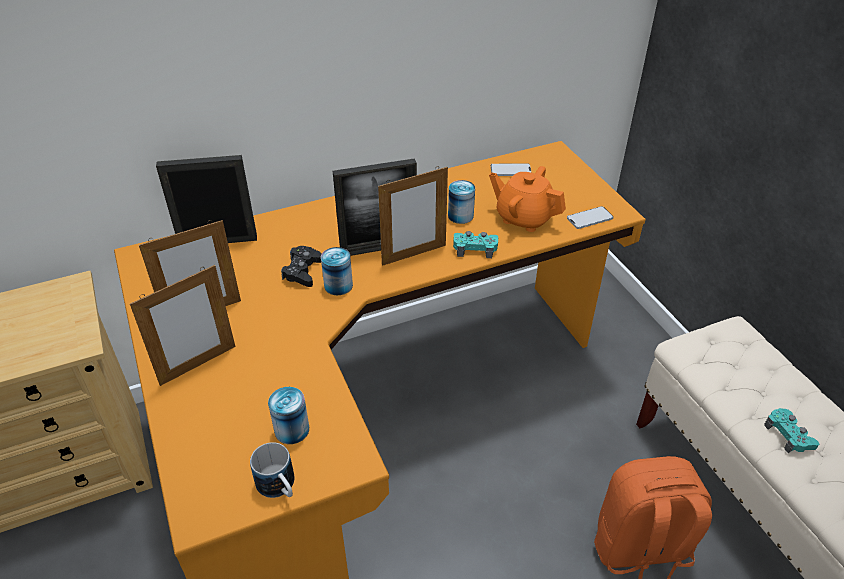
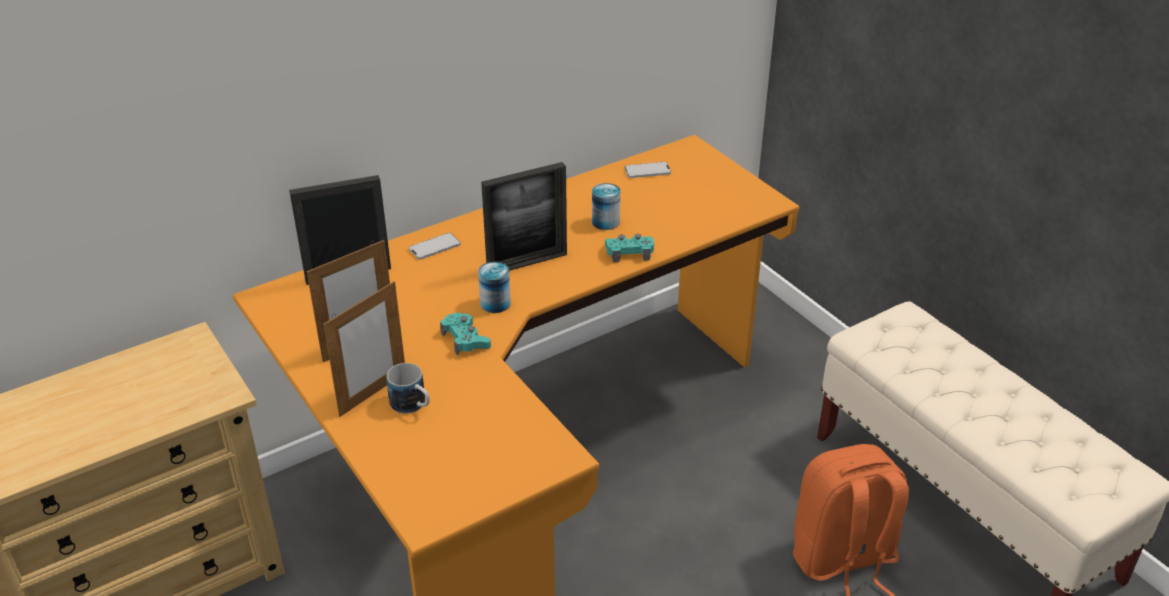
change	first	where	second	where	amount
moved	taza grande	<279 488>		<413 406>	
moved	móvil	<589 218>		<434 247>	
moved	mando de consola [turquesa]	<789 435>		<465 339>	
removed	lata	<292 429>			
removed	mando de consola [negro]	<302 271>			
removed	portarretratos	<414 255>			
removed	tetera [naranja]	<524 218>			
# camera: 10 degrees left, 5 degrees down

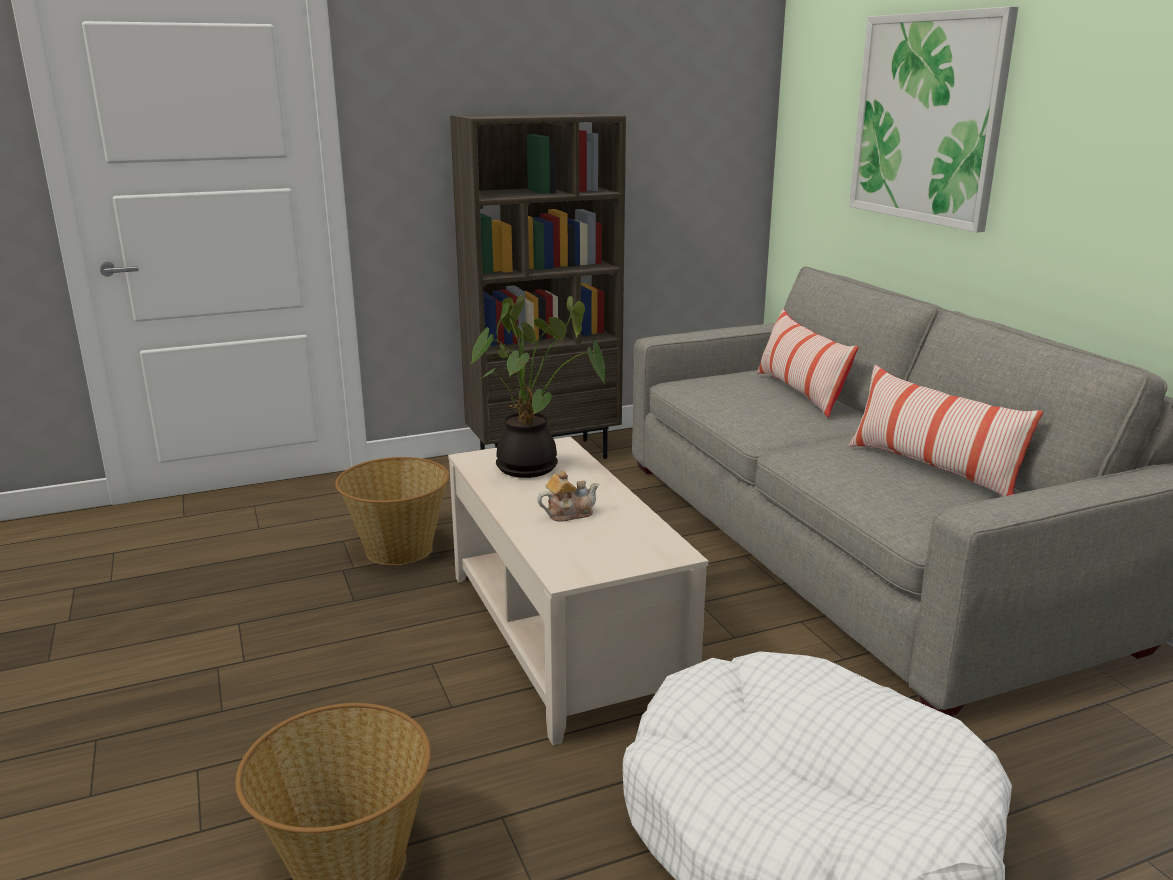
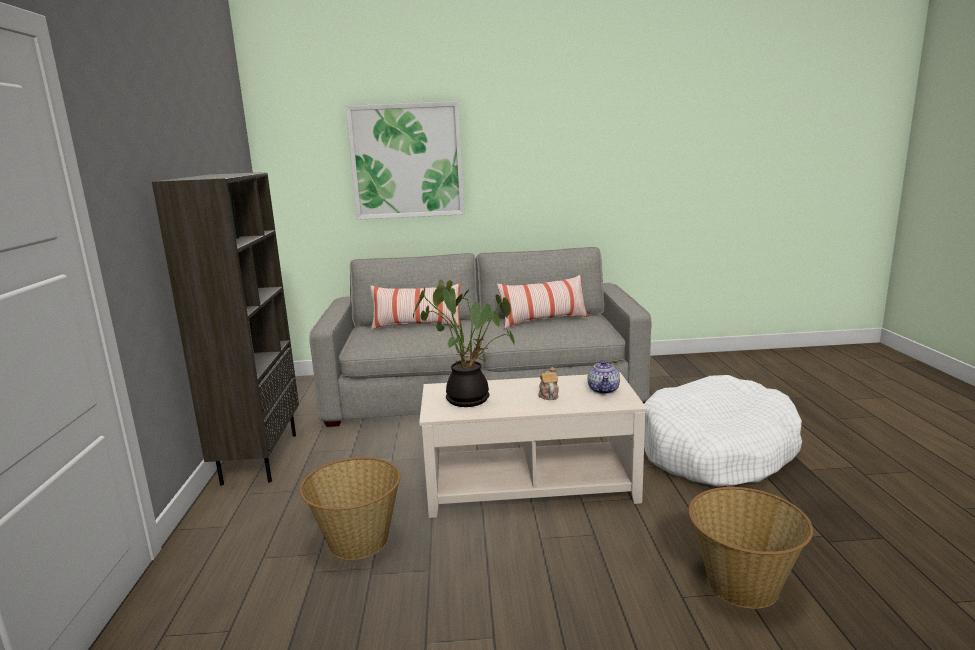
change	first	where	second	where	amount
added			tetera	<603 390>	
# camera: 70 degrees left, 5 degrees down

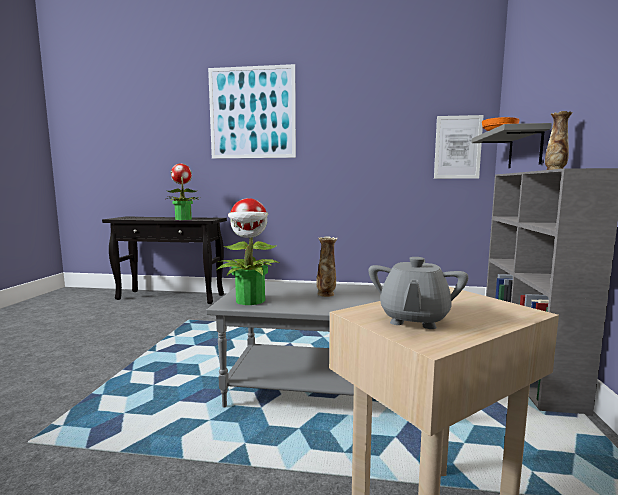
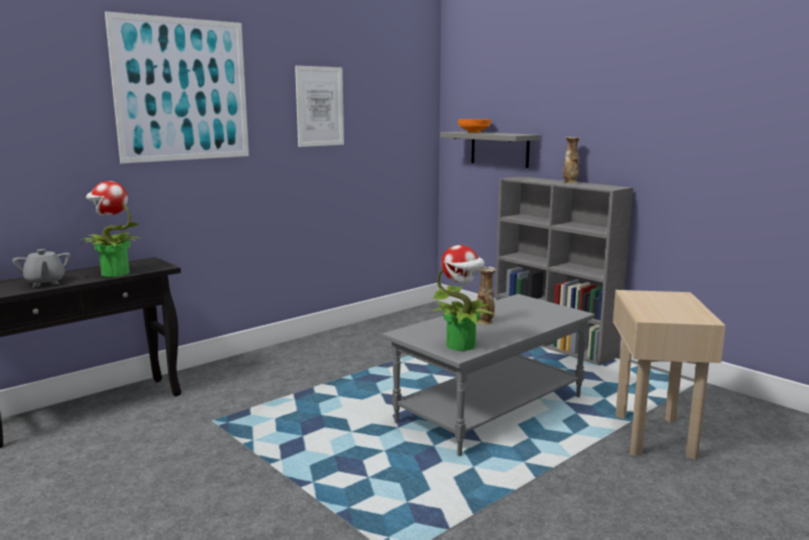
change	first	where	second	where	amount
moved	tetera [gris]	<413 319>		<45 283>	
moved	cuadro	<457 147>		<320 106>	
# camera: 50 degrees left, 5 degrees up

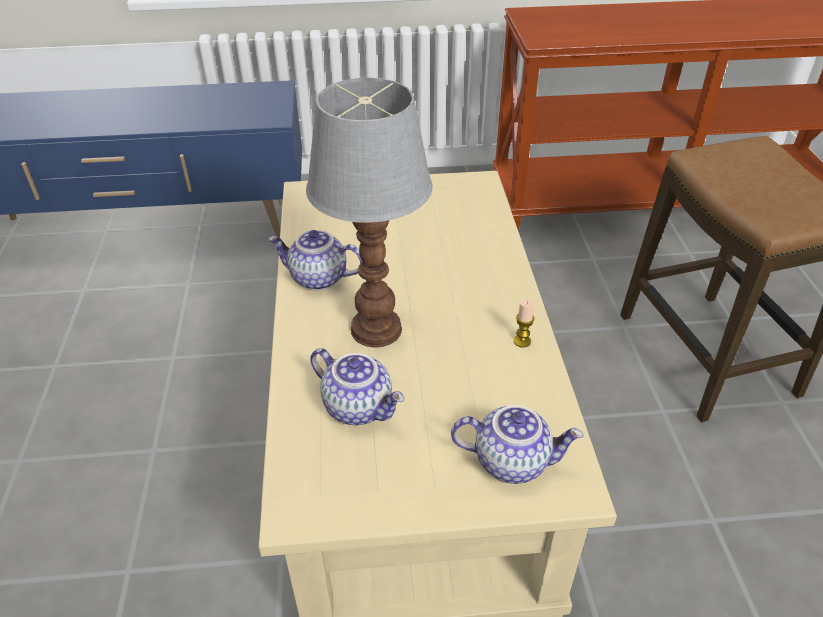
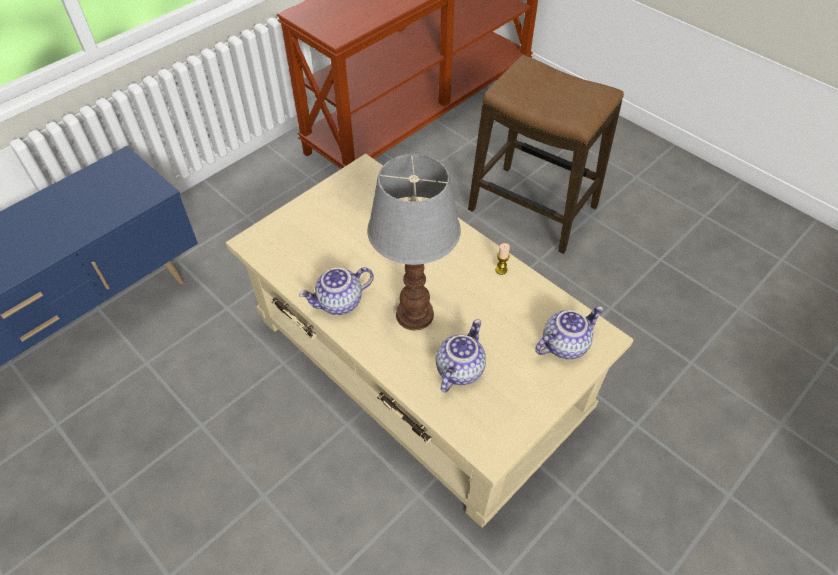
change	first	where	second	where	amount
turned	tetera	<359 406>		<458 369>	60 degrees counterclockwise
# camera: 40 degrees left, 10 degrees up

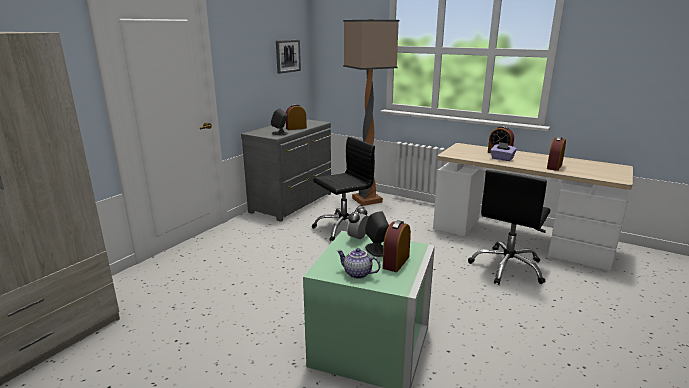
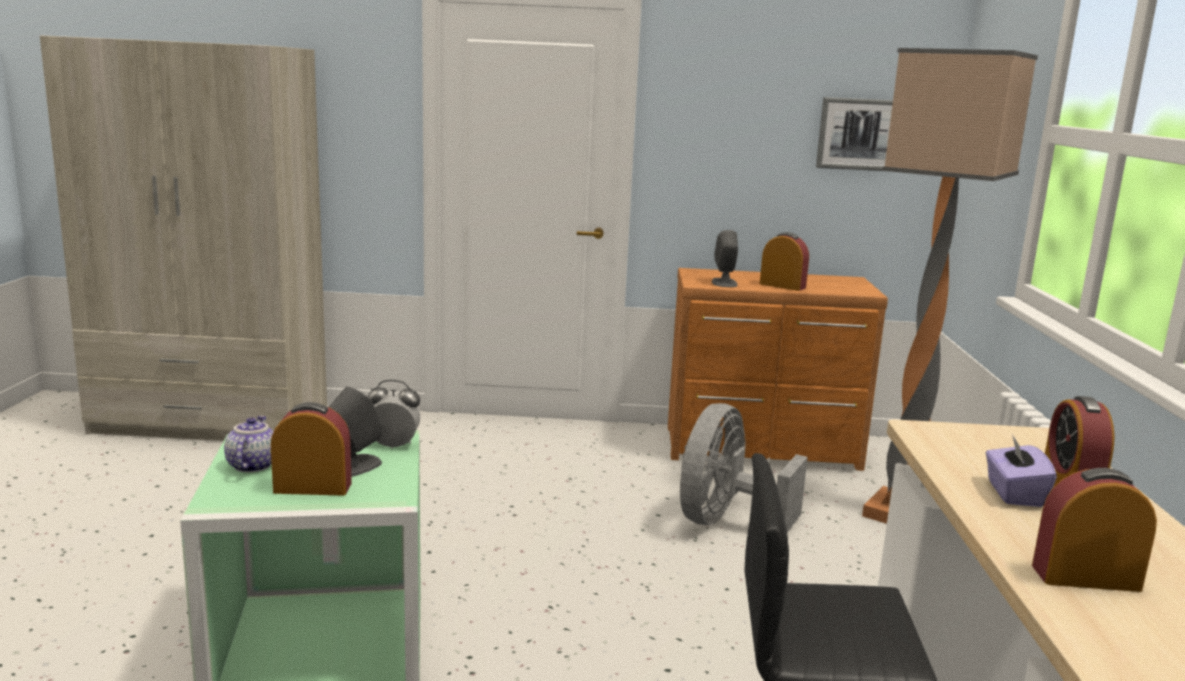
change	first	where	second	where	amount
recoloured	cómoda [gris]	<294 203>	cómoda [marrón]	<763 449>	
replaced	silla de oficina [negro]	<343 228>	ventilador [gris]	<725 521>	
# camera: 60 degrees right, 5 degrees down

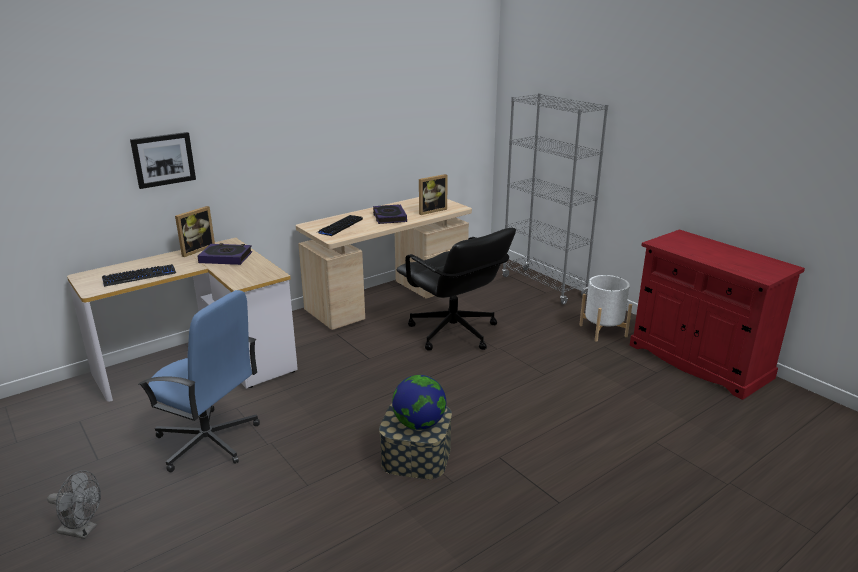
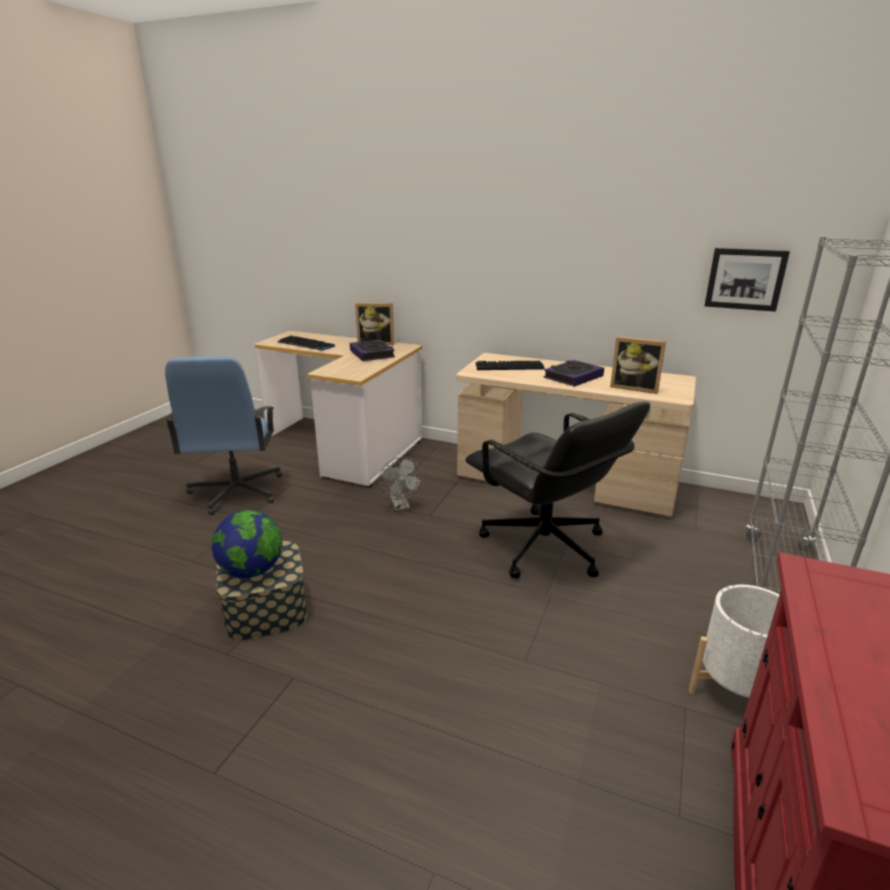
change	first	where	second	where	amount
moved	ventilador [gris]	<82 530>		<401 506>	
turned	silla de oficina [negro]	<453 333>		<544 548>	60 degrees counterclockwise
moved	cuadro	<163 159>		<745 279>	
# camera: 60 degrees right, 0 degrees up

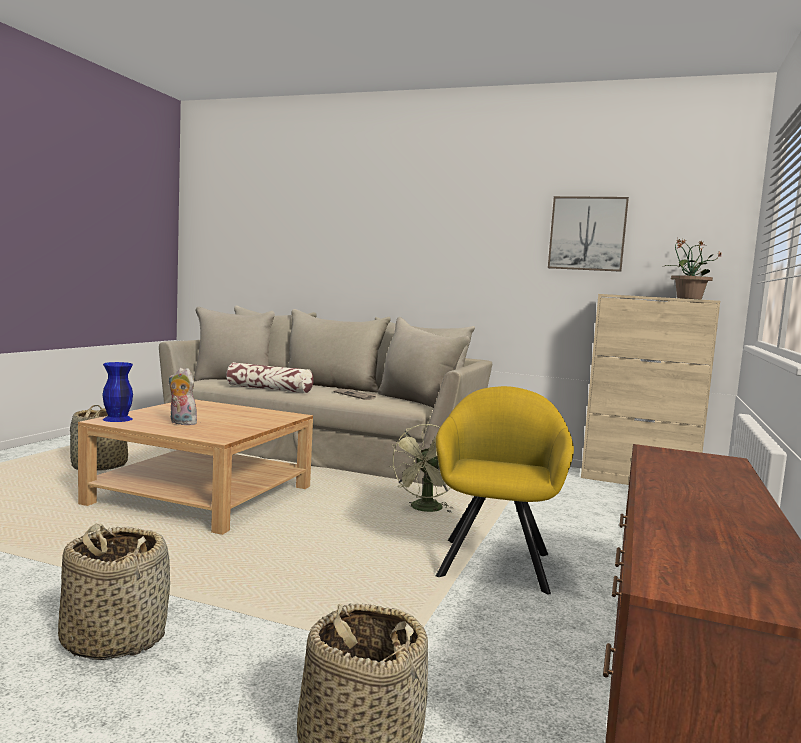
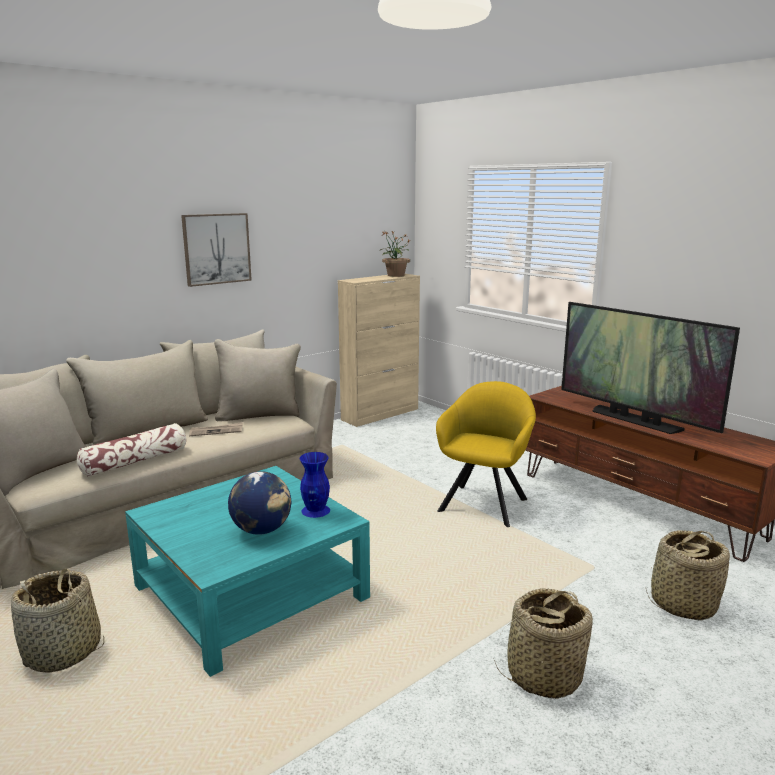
change	first	where	second	where	amount
recoloured	mesa de centro [beis]	<202 495>	mesa de centro [turquesa]	<250 592>	
moved	cuadro	<587 233>		<216 249>	
replaced	peluche	<181 423>	globo terráqueo	<262 530>	
moved	florero [azul]	<117 419>		<316 511>	
turned	sillón [amarillo]	<495 562>		<485 503>	75 degrees clockwise
added			televisor	<634 420>	
removed	ventilador [verde]	<425 510>			
# camera: 60 degrees left, 10 degrees up

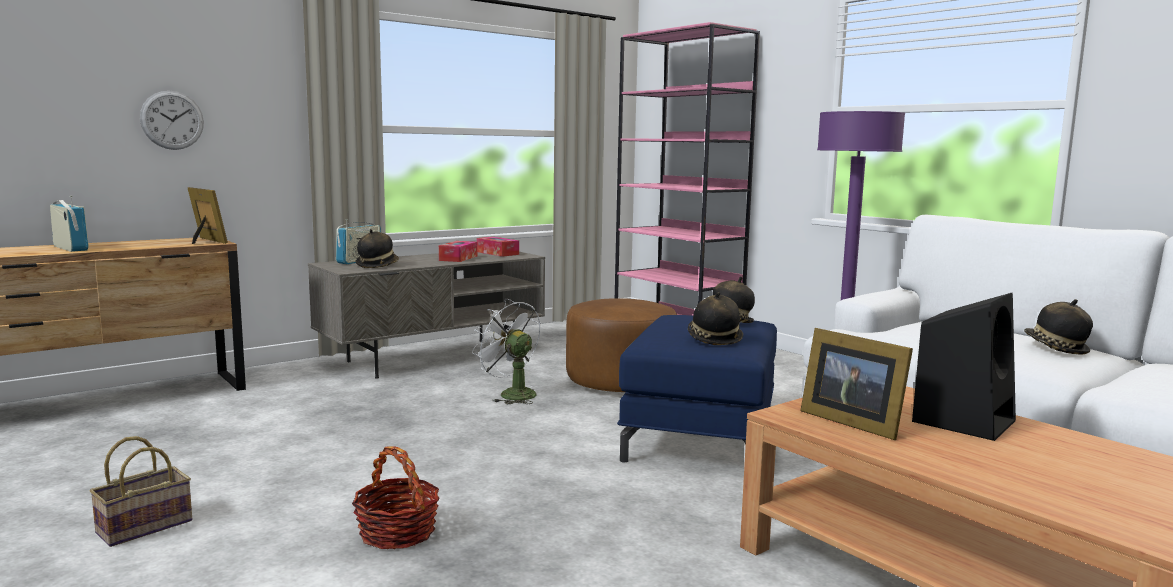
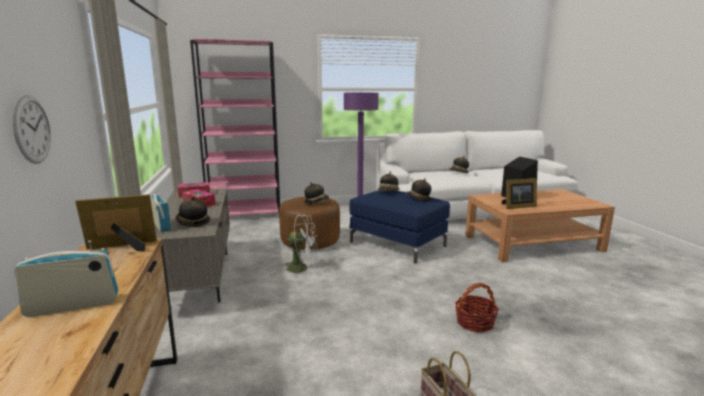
change	first	where	second	where	amount
turned	ventilador [blanco]	<511 394>		<302 268>	150 degrees counterclockwise
added			sombrero	<316 202>	
# camera: 65 degrees left, 5 degrees up

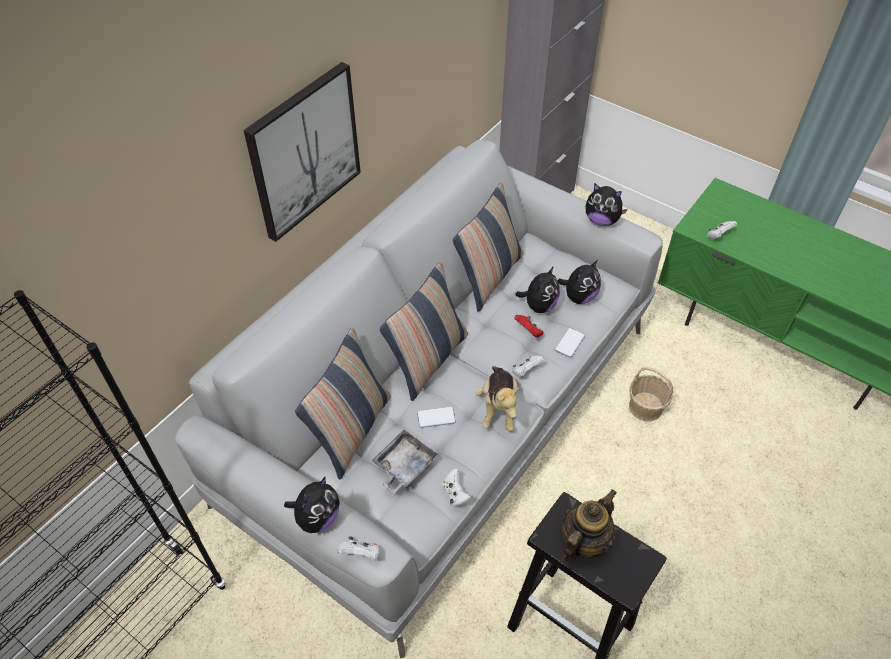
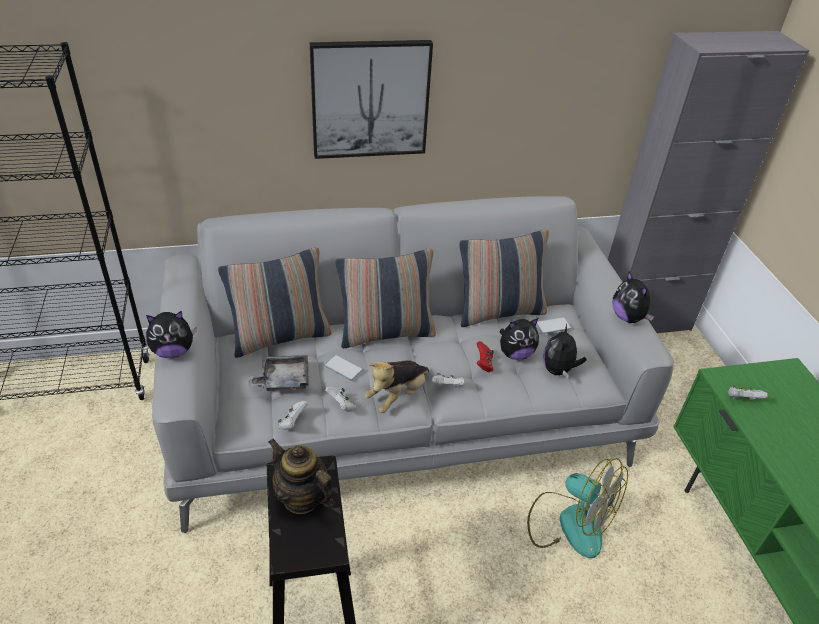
change	first	where	second	where	amount
turned	tetera	<583 541>		<302 497>	135 degrees counterclockwise
moved	mando de consola [blanco]	<361 554>		<341 406>	
replaced	cesta	<645 407>	ventilador	<569 522>	
moved	móvil	<569 343>		<553 326>	
turned	peluche	<579 297>		<558 370>	105 degrees clockwise
# camera: 40 degrees right, 10 degrees down

